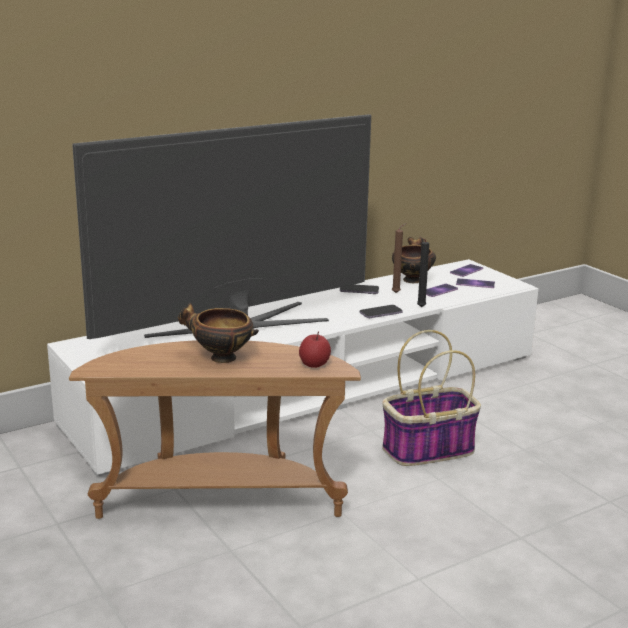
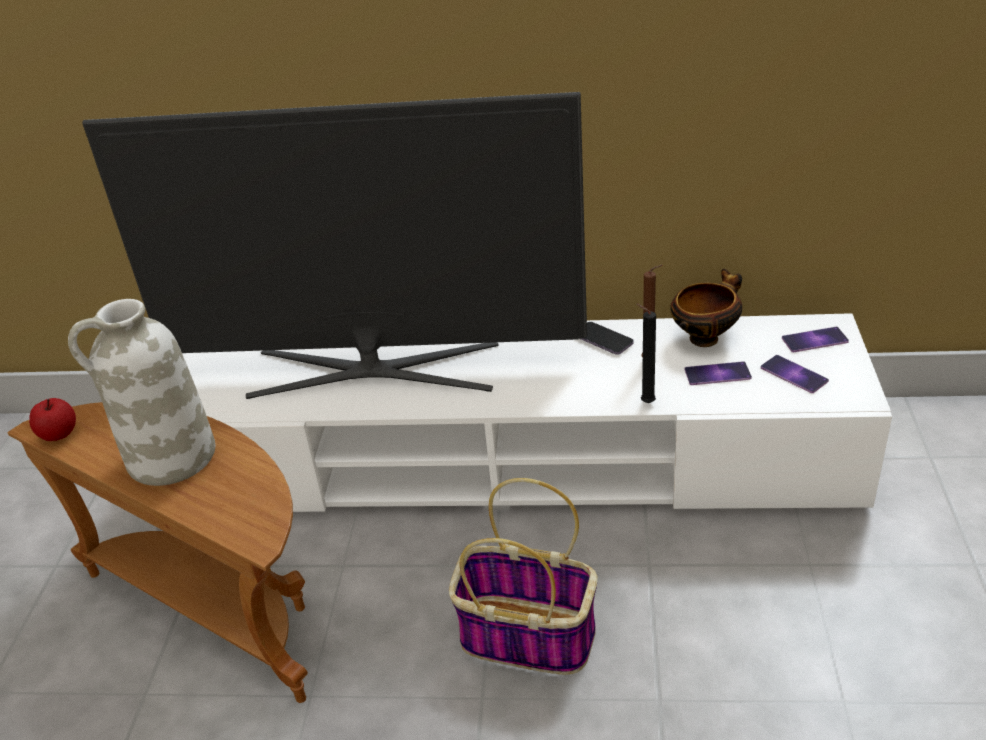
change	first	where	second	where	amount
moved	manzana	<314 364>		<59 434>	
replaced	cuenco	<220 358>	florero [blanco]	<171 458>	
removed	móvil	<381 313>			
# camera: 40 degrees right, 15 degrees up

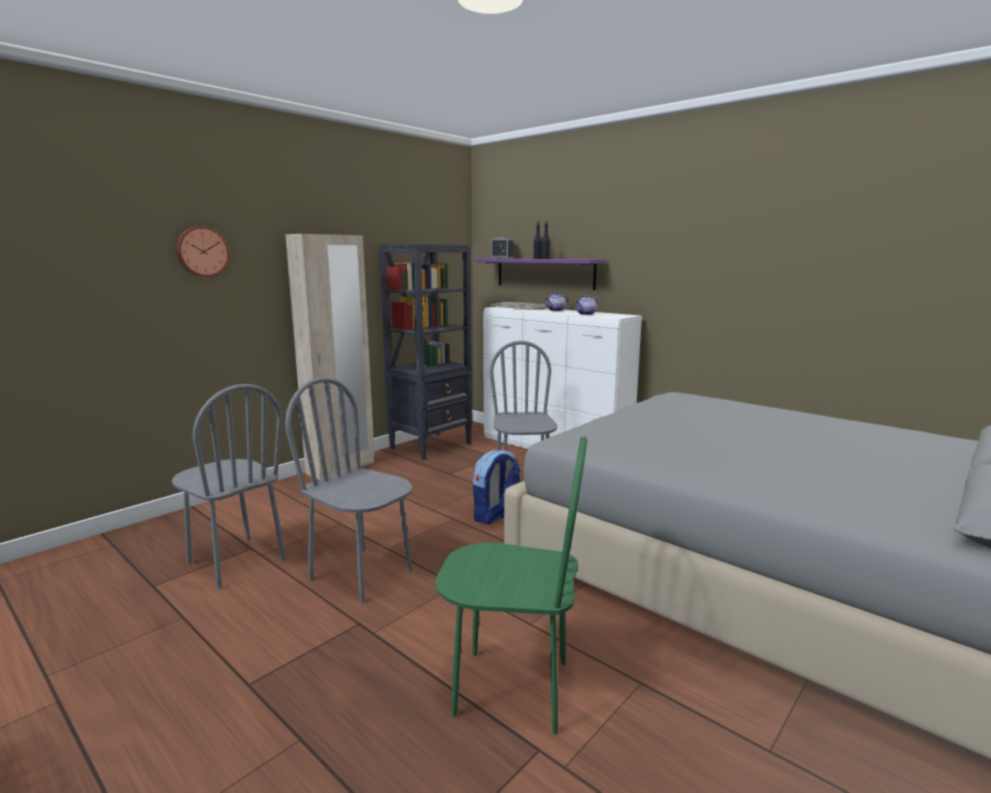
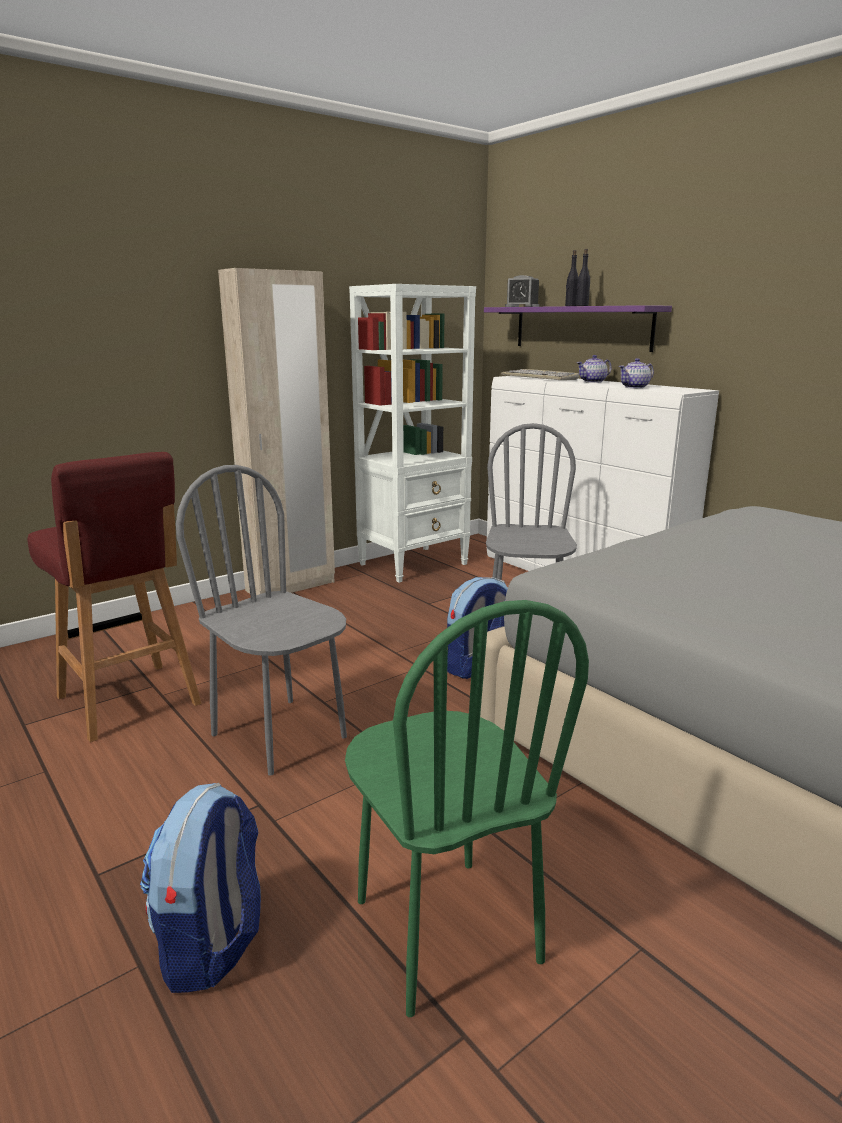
change	first	where	second	where	amount
replaced	silla [gris]	<236 562>	taburete [rojo]	<129 702>	
added			mochila	<212 944>	
turned	silla [verde]	<511 688>		<444 930>	45 degrees clockwise
recoloured	estantería [negro]	<431 446>	estantería [blanco]	<414 564>	
removed	reloj de pared	<202 251>			
# camera: 10 degrees right, 5 degrees up

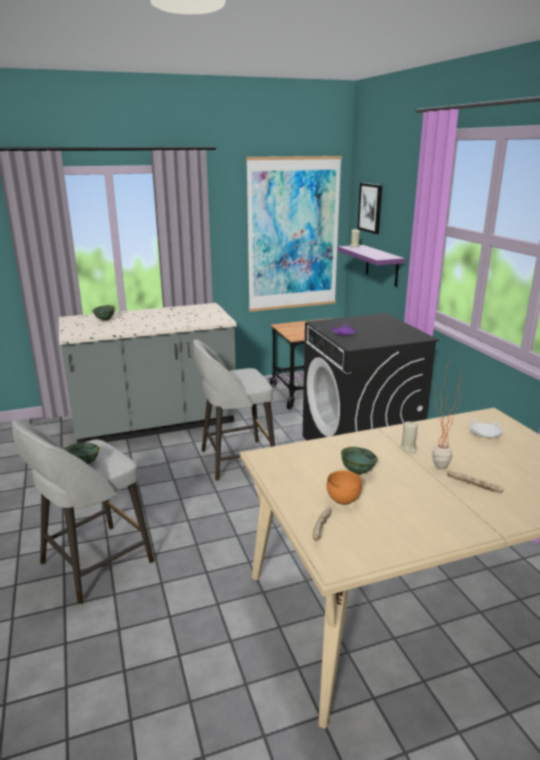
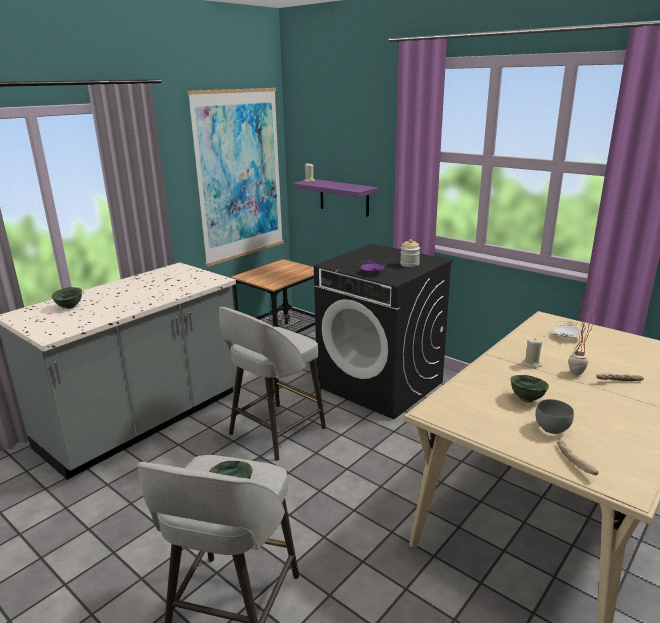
change	first	where	second	where	amount
added			tarro	<409 264>	
recoloured	cuenco [naranja]	<344 500>	cuenco [gris]	<553 428>	
removed	cuadro	<370 208>			
# camera: 30 degrees left, 0 degrees up

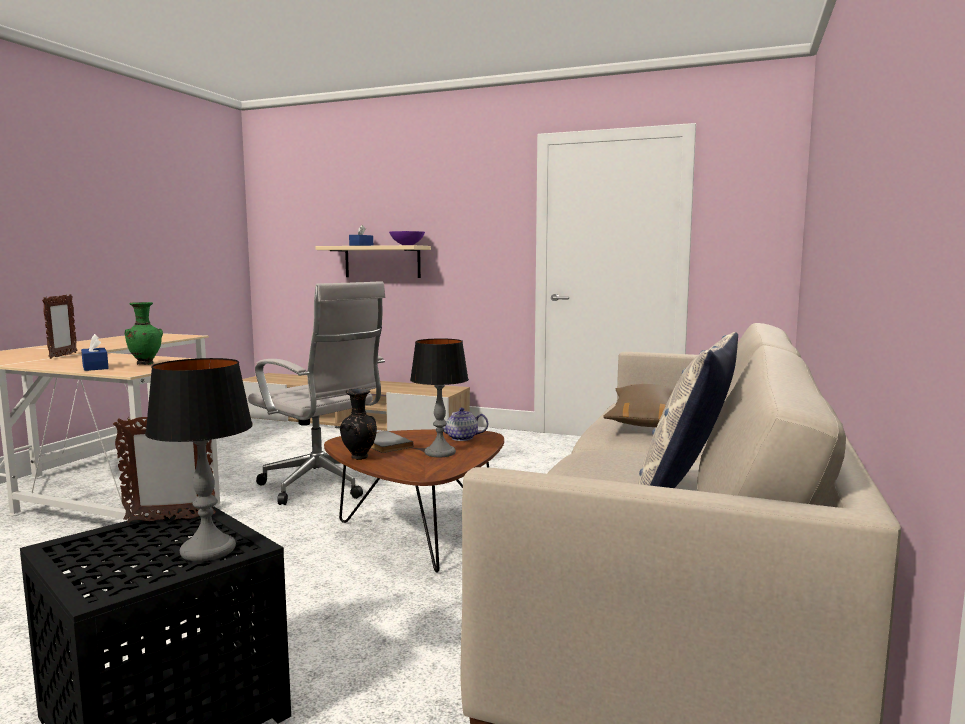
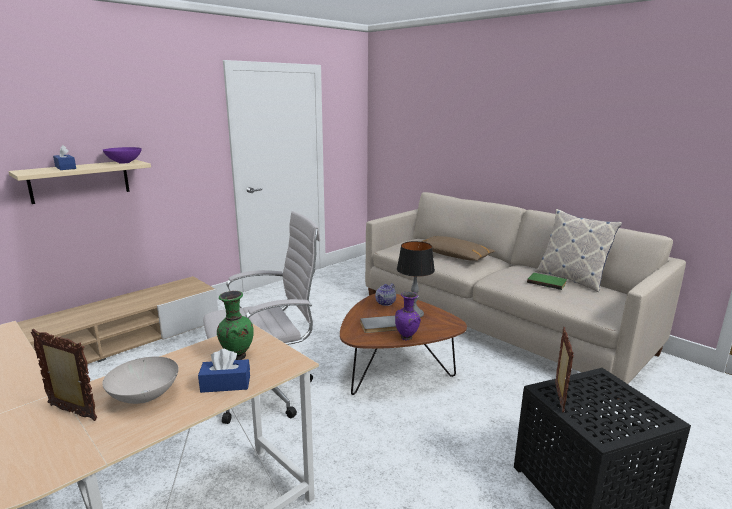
change	first	where	second	where	amount
added			cuenco [blanco]	<146 396>	
recoloured	florero [negro]	<359 458>	florero [morado]	<407 338>	
added			libro [verde]	<547 282>	
removed	lámpara de mesa	<207 550>			
# camera: 65 degrees left, 10 degrees up

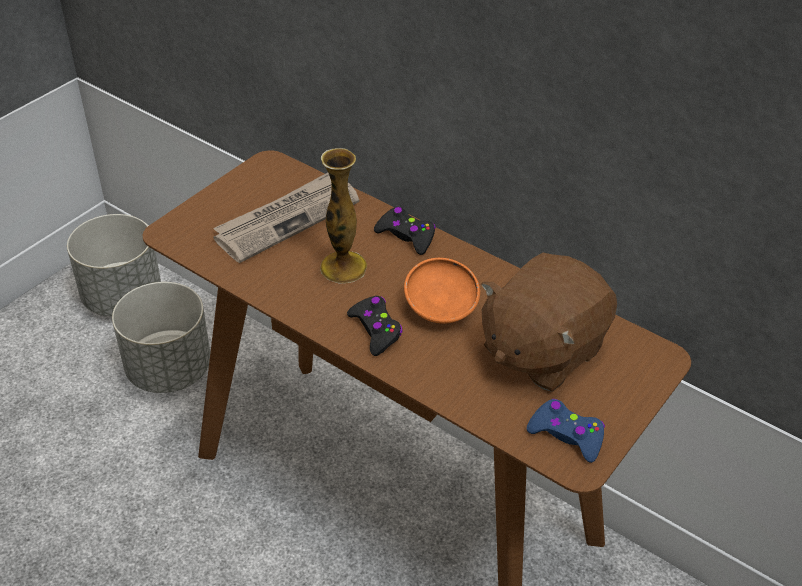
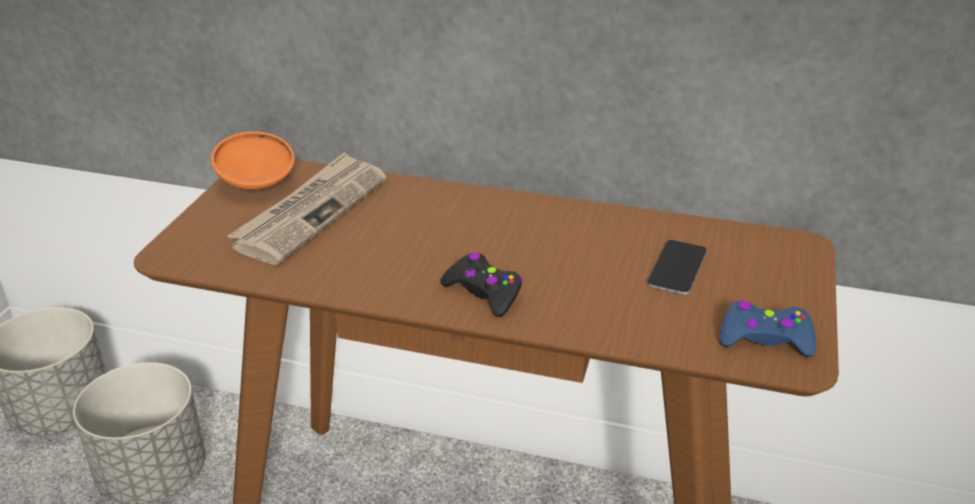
change	first	where	second	where	amount
moved	cuenco [naranja]	<440 310>		<256 184>	
replaced	peluche [marrón]	<541 350>	móvil	<677 268>	
removed	florero	<343 267>			
removed	mando de consola [negro]	<406 236>			
# camera: 20 degrees left, 10 degrees down

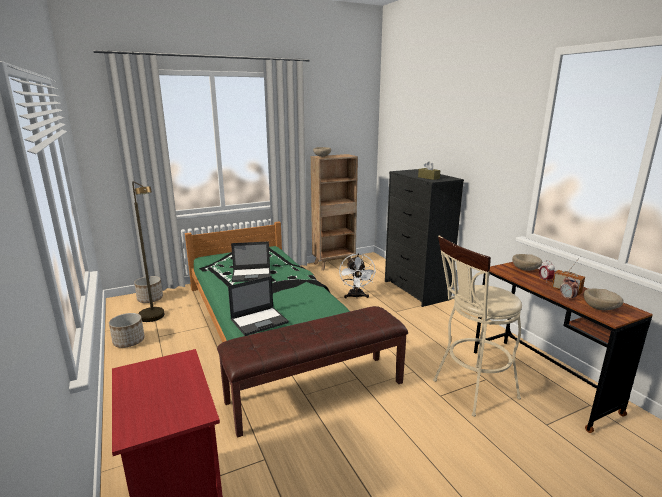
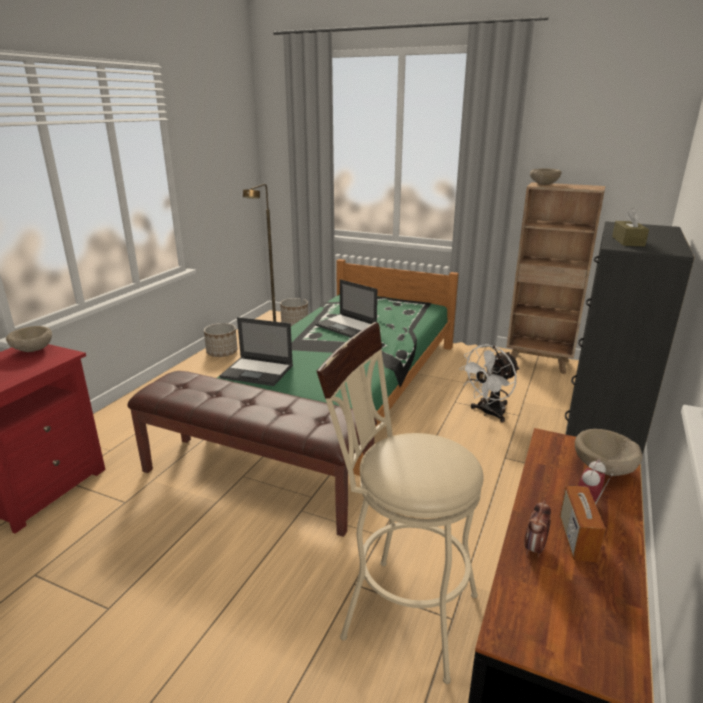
change	first	where	second	where	amount
moved	cuenco [beis]	<601 309>		<32 350>	
# camera: 50 degrees right, 5 degrees up

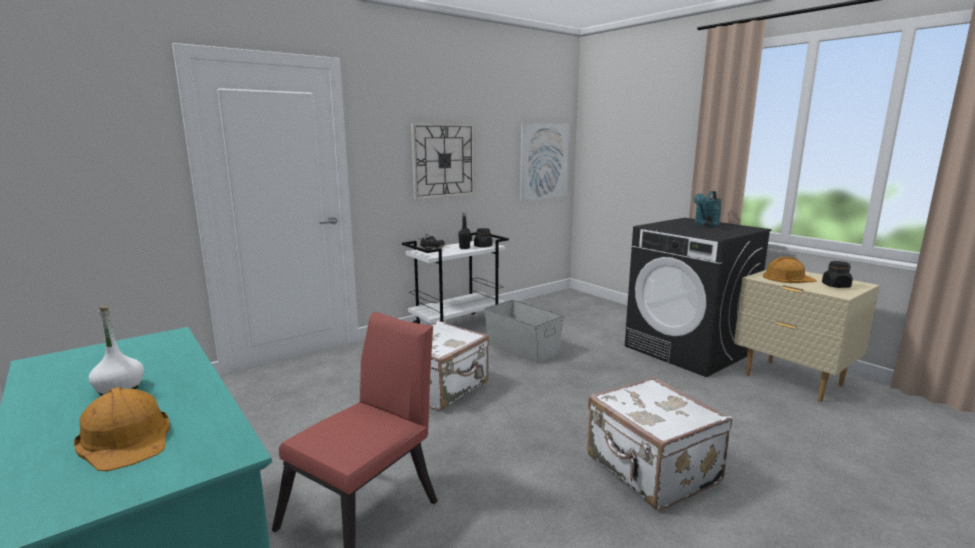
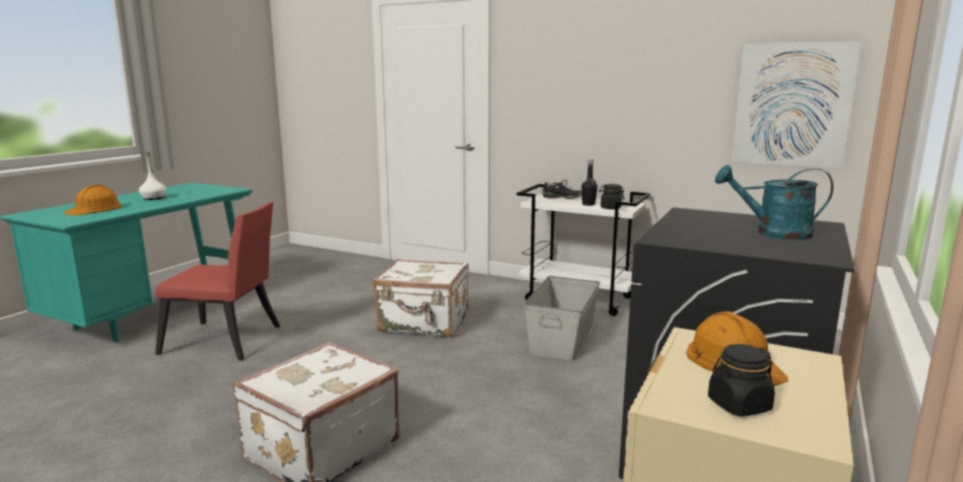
change	first	where	second	where	amount
removed	reloj de pared	<443 160>			
# camera: 65 degrees right, 0 degrees up

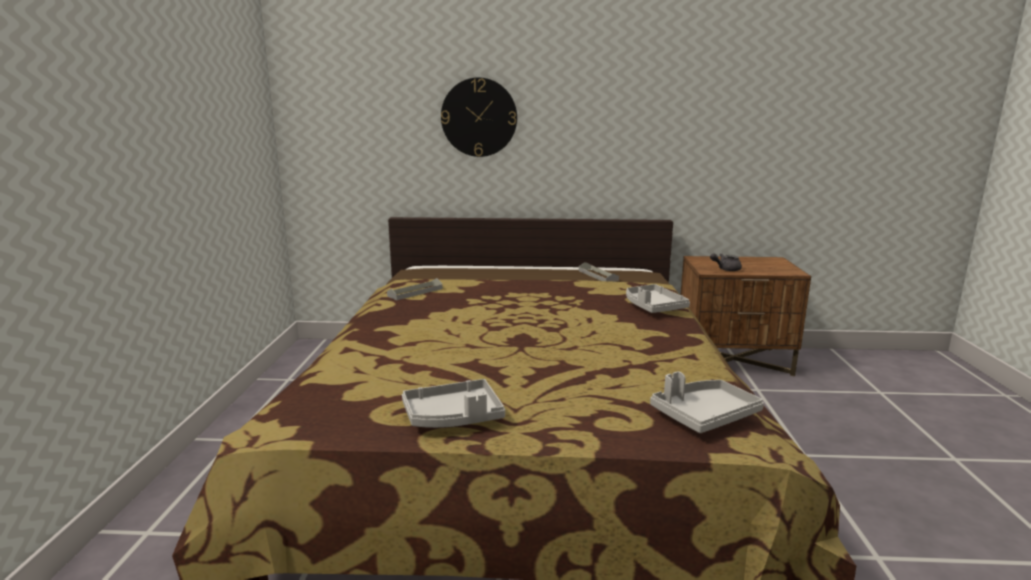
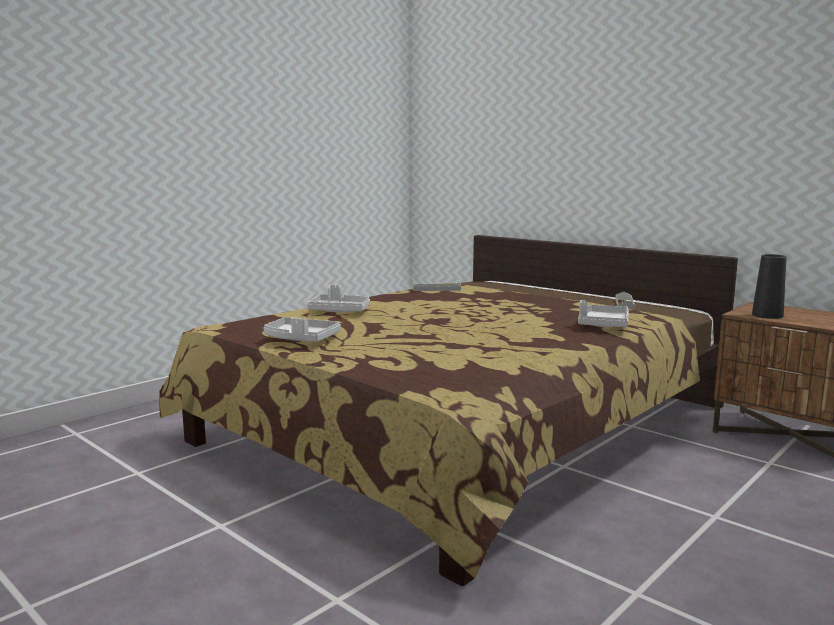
change	first	where	second	where	amount
moved	bandeja [gris]	<704 416>		<339 311>	
replaced	tetera [gris]	<725 269>	florero [negro]	<767 315>	
removed	reloj de pared	<479 117>			
# camera: 40 degrees right, 5 degrees down

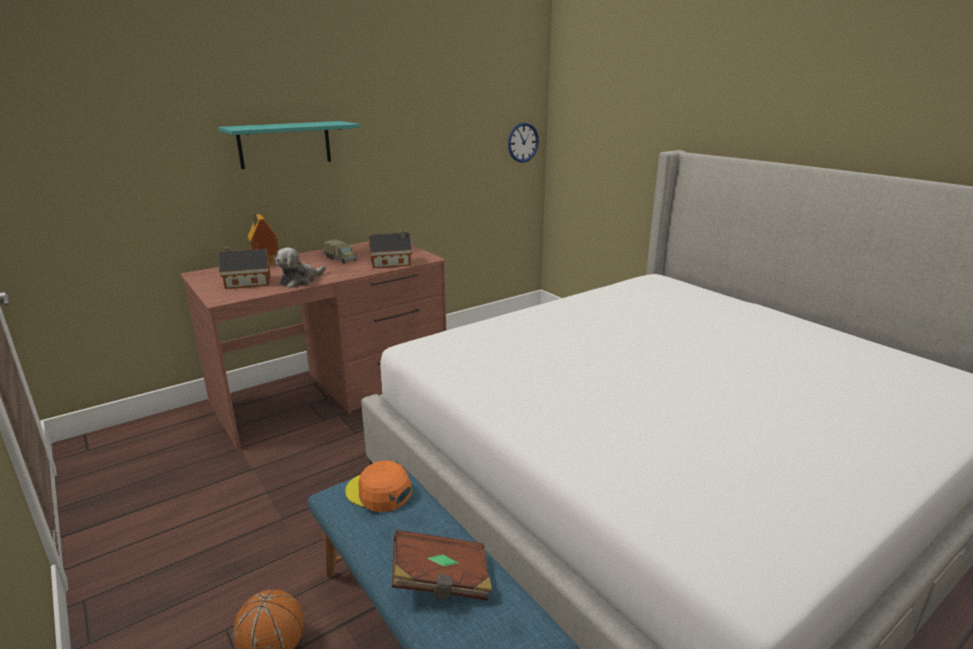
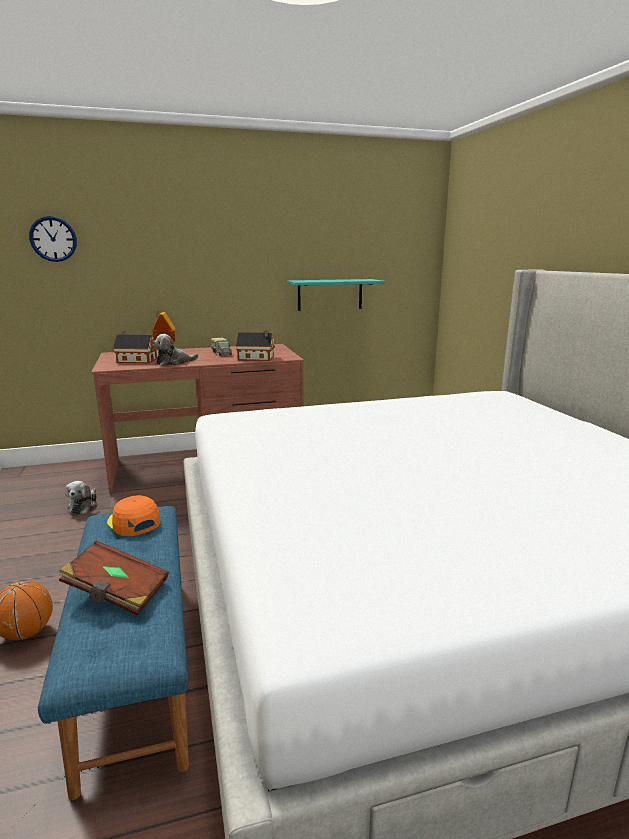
change	first	where	second	where	amount
moved	reloj de pared	<523 142>		<53 239>	
added			peluche	<84 506>	
moved	estante [turquesa]	<285 144>		<330 294>	
# camera: 20 degrees right, 5 degrees down

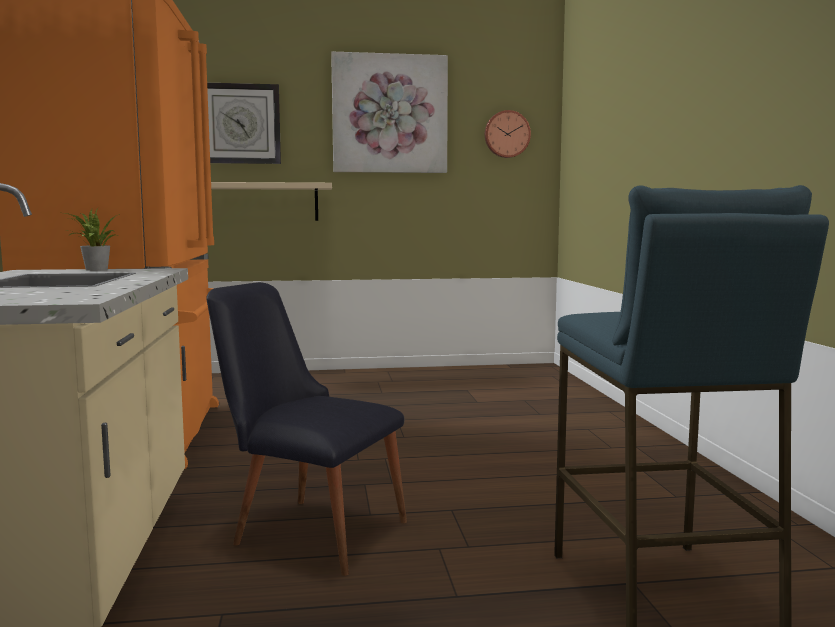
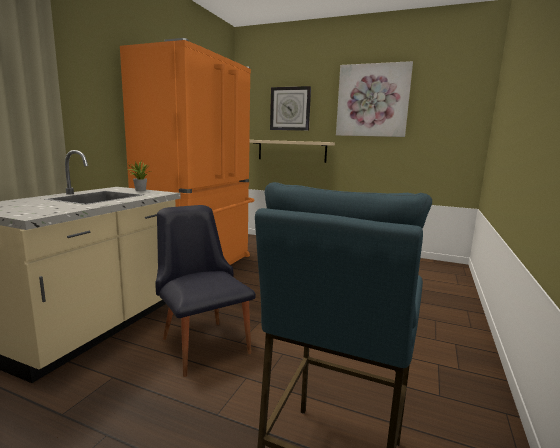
change	first	where	second	where	amount
removed	reloj de pared	<506 134>			
# camera: 30 degrees right, 5 degrees up

